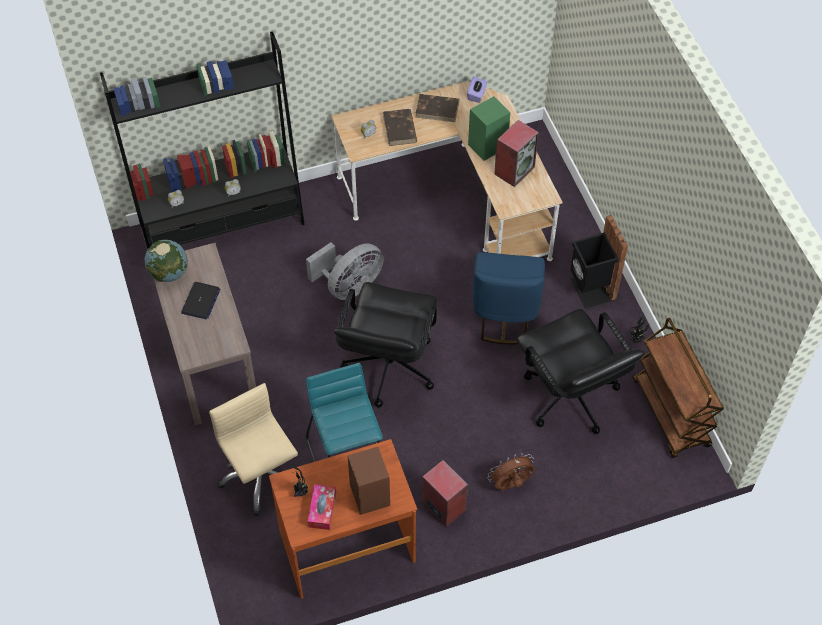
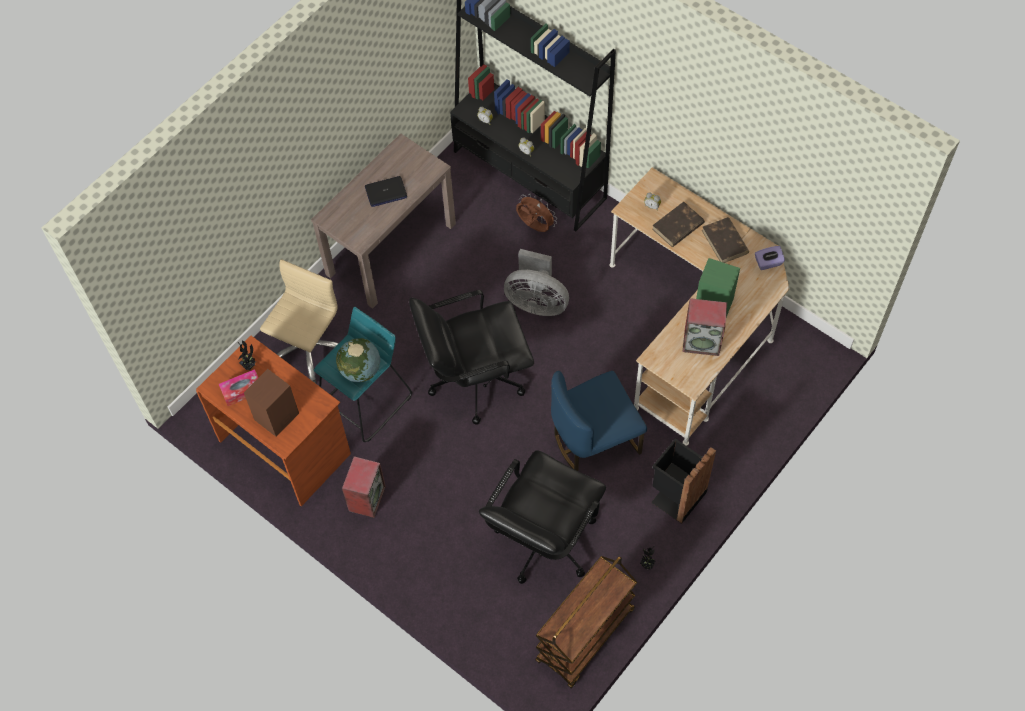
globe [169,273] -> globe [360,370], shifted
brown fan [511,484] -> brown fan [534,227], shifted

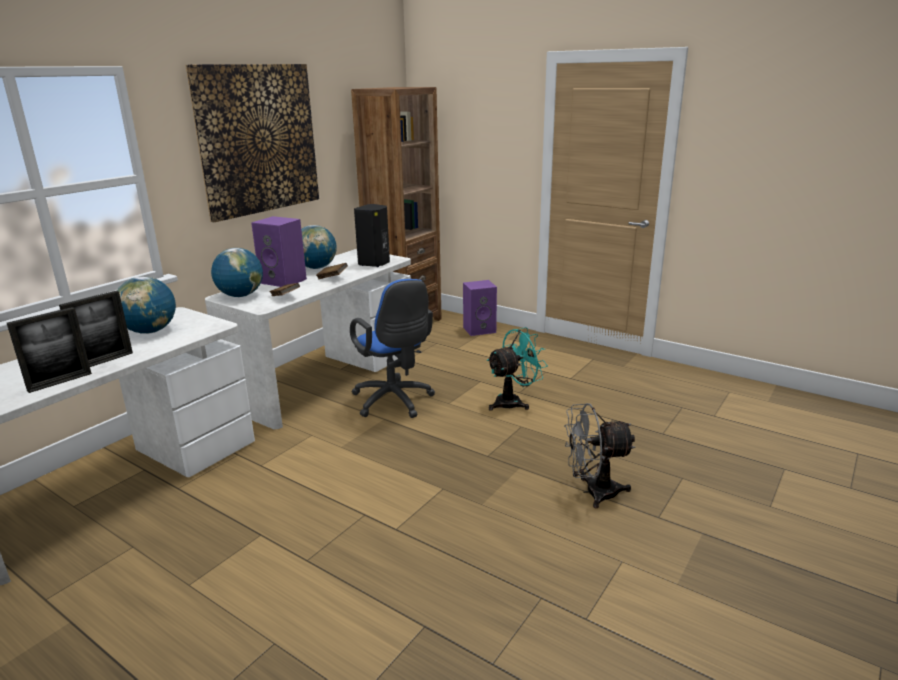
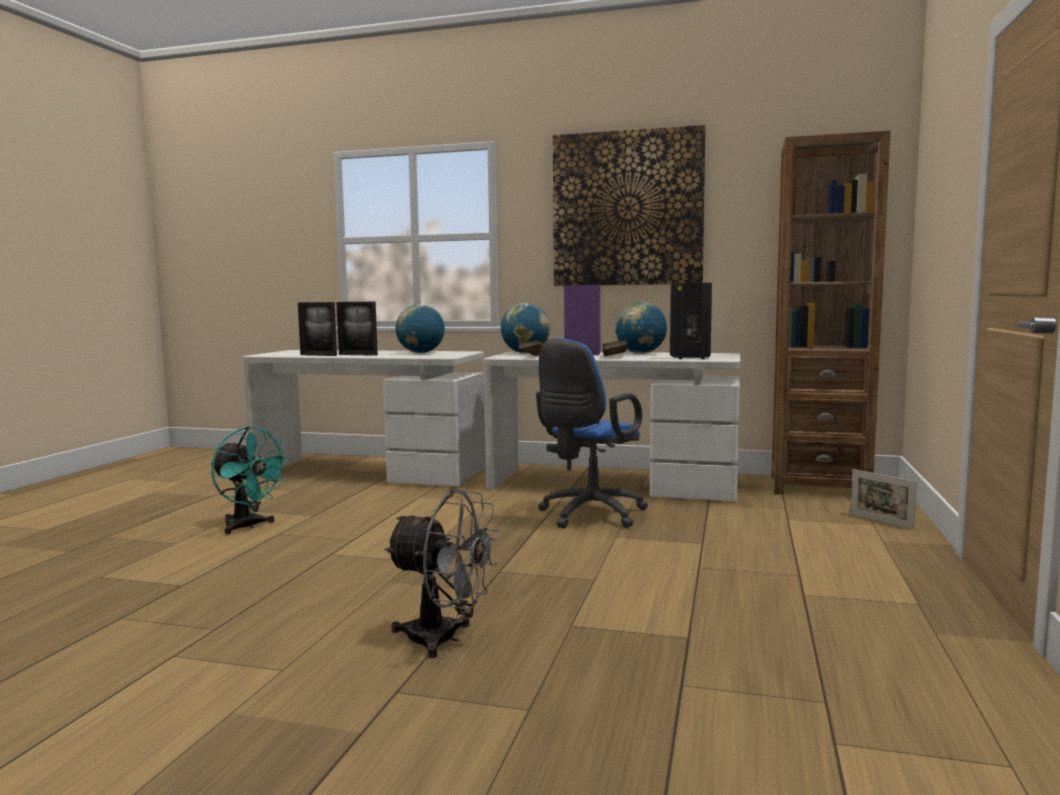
purple speaker [480,329] -> picture frame [881,521]
turquoise fan [513,402] -> turquoise fan [248,526], shifted
grey fan [593,492] -> grey fan [444,639], 135 degrees clockwise

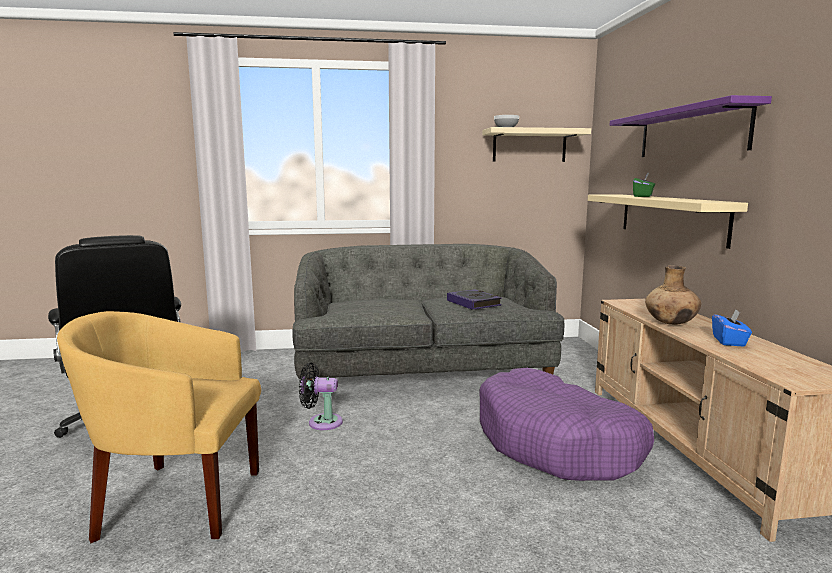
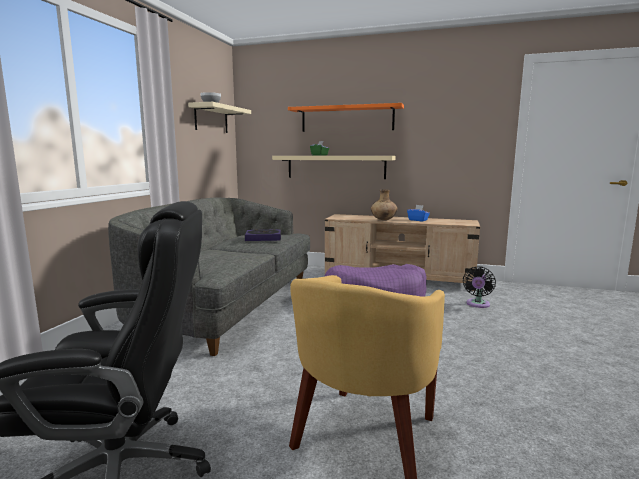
purple shelf [690,132] -> orange shelf [347,119]
black fan [321,422] -> black fan [477,304], shifted

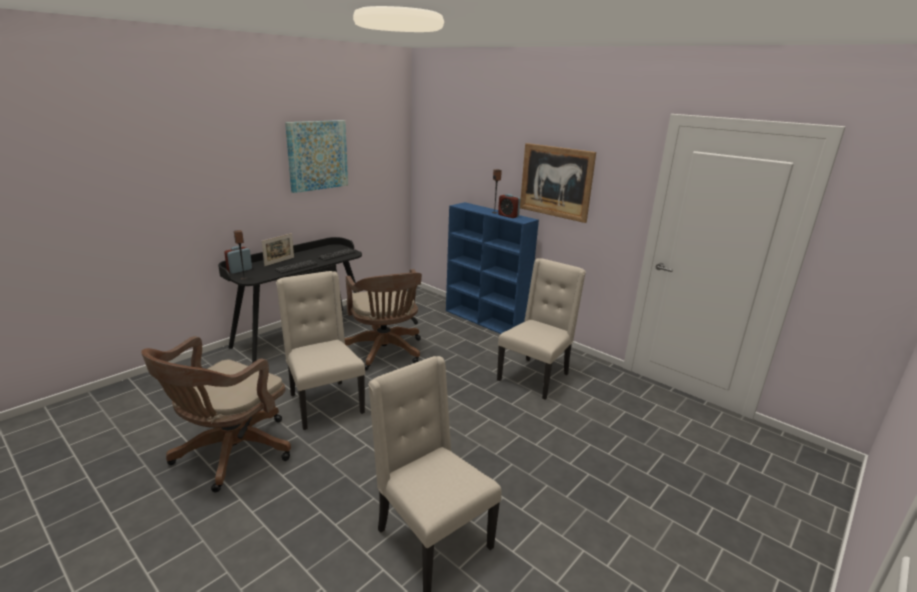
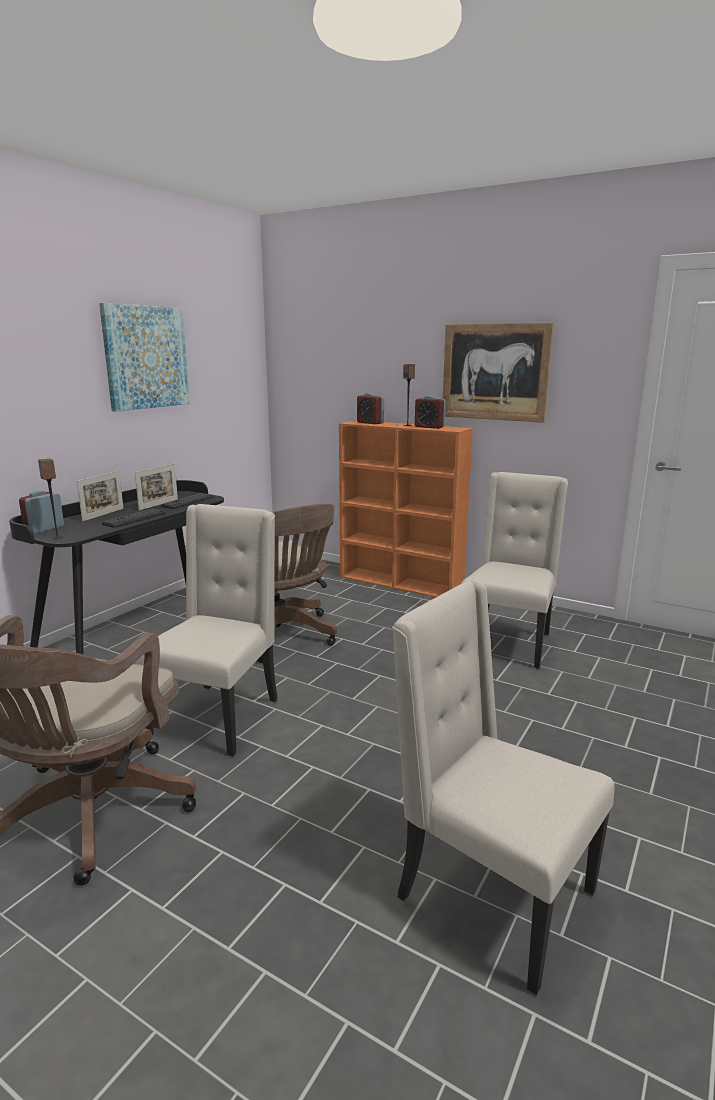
blue bookcase [486,321] -> orange bookcase [401,583]
beige chair [324,403] -> beige chair [218,716], 60 degrees clockwise
none -> alarm clock [370,423]
none -> picture frame [159,504]

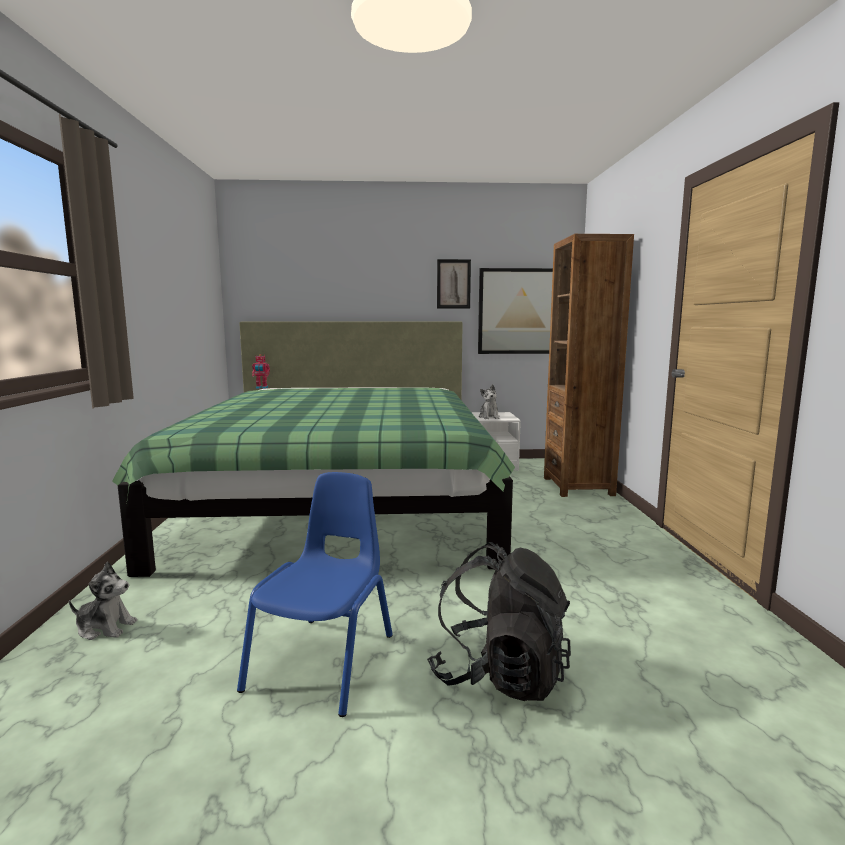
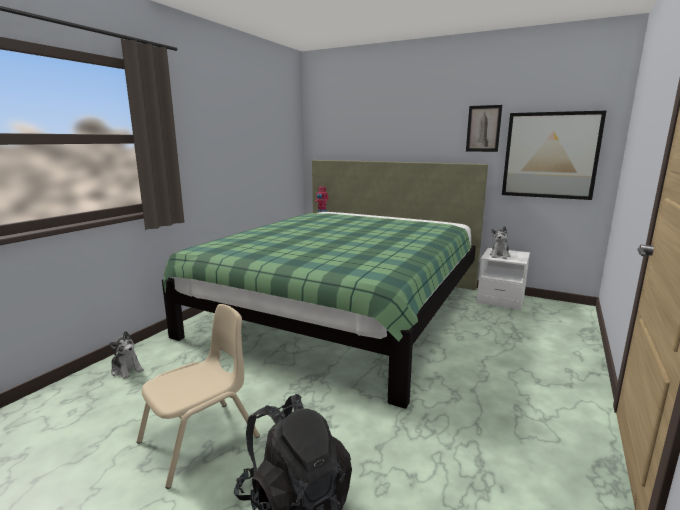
brown bookcase [578,486] -> none
blue chair [324,661] -> beige chair [200,440]

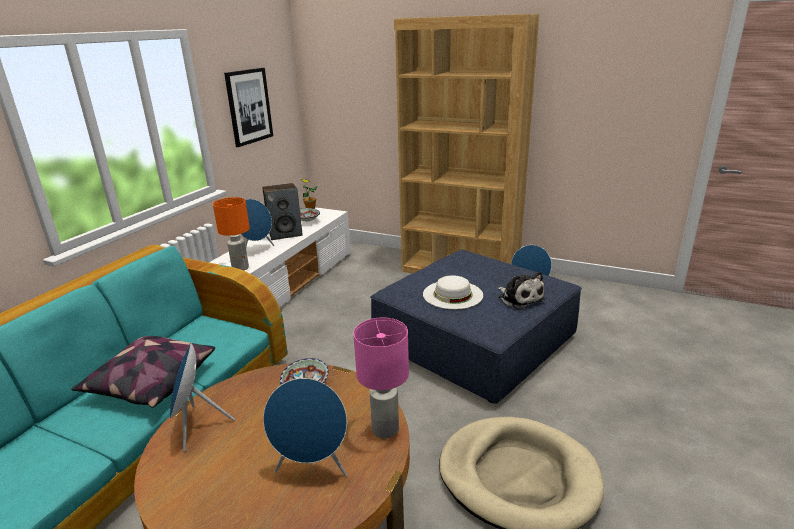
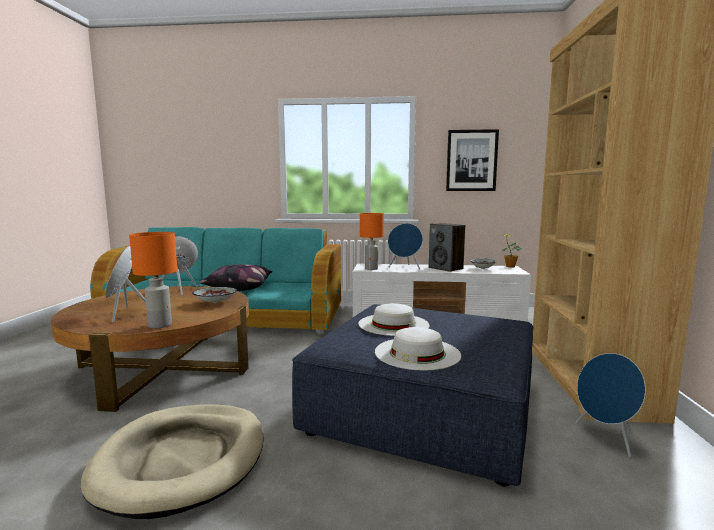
plush toy [519,298] -> white hat [417,353]
pink table lamp [385,430] -> orange table lamp [159,325]

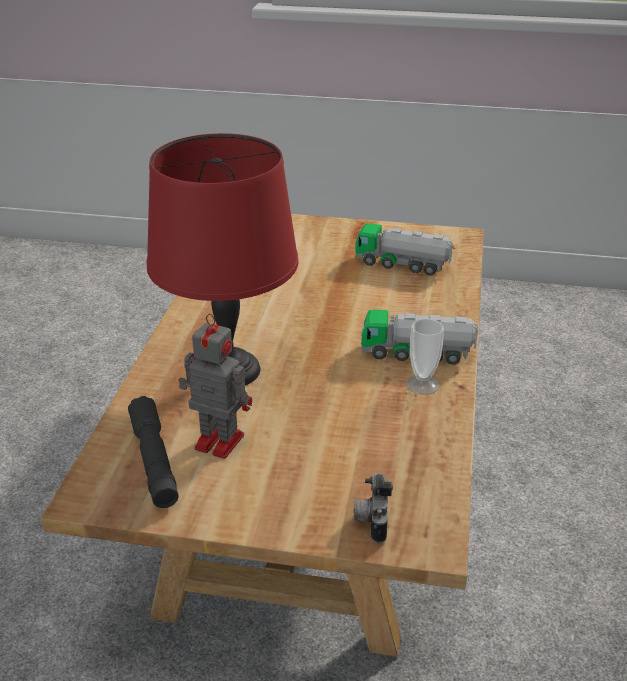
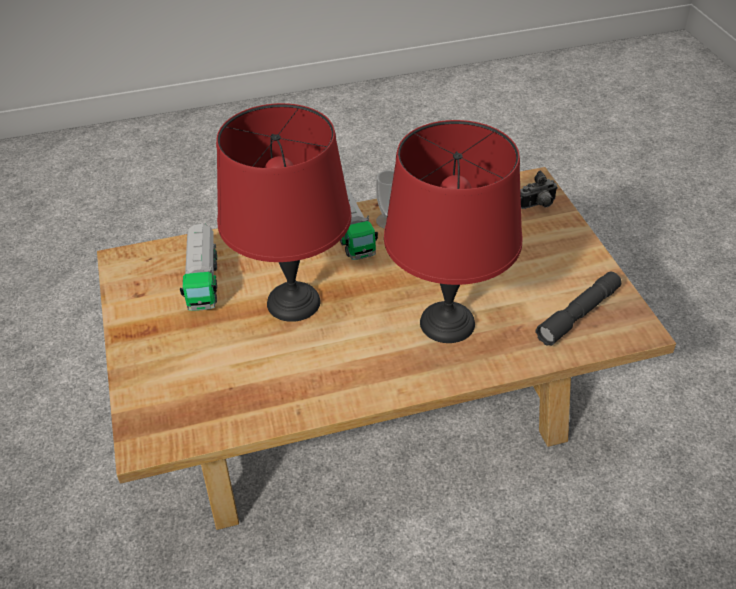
toy robot [217,441] -> none
none -> red table lamp [292,302]

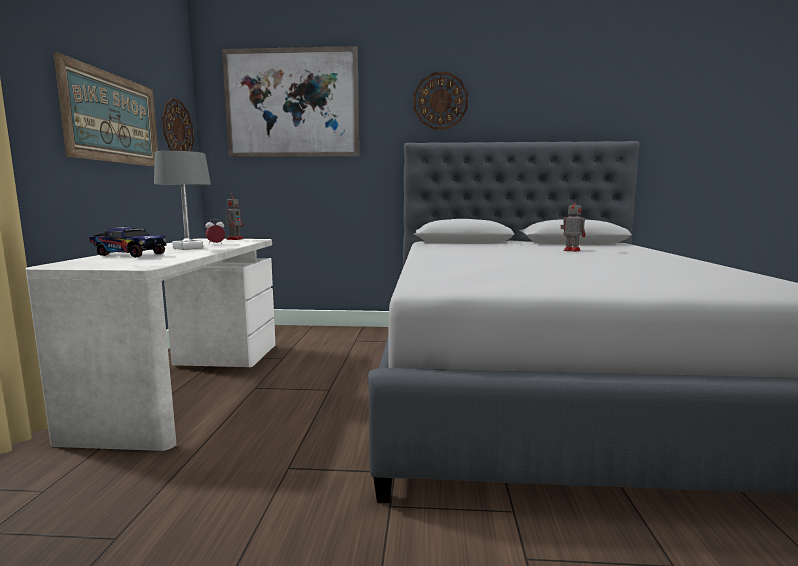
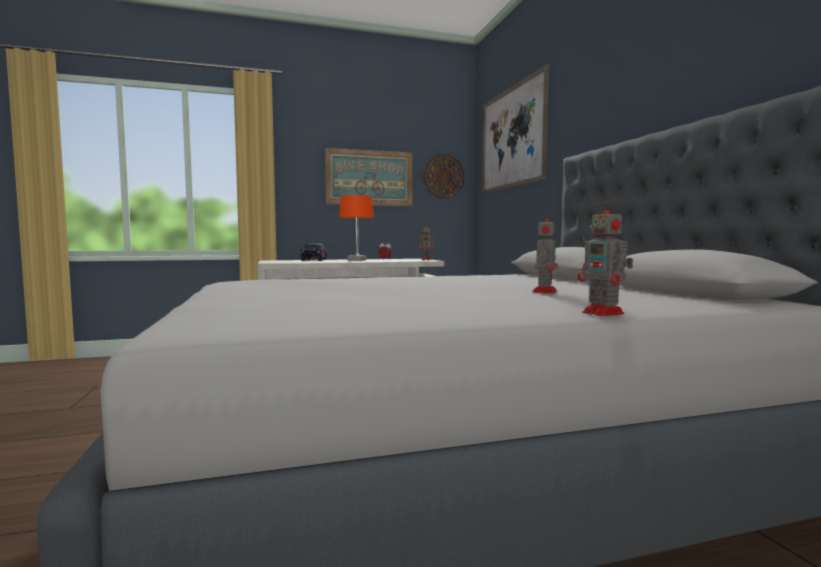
wall clock [440,101] -> none
grey table lamp [187,248] -> orange table lamp [356,260]
none -> toy robot [604,313]

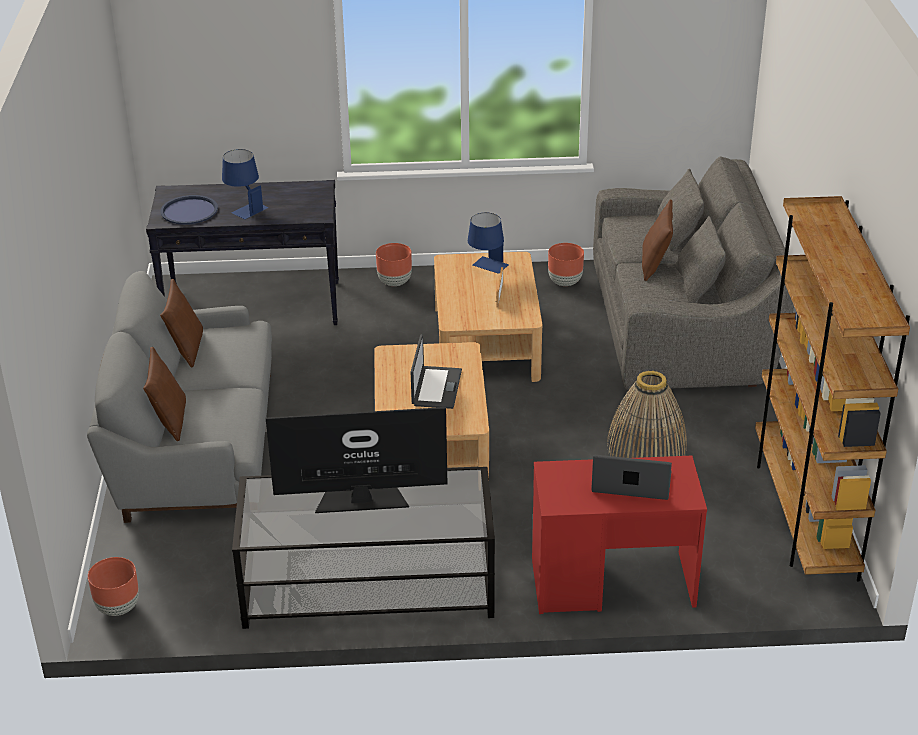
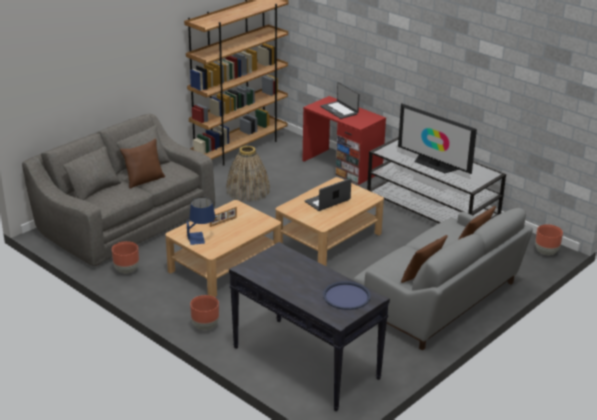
blue table lamp [244,208] -> none

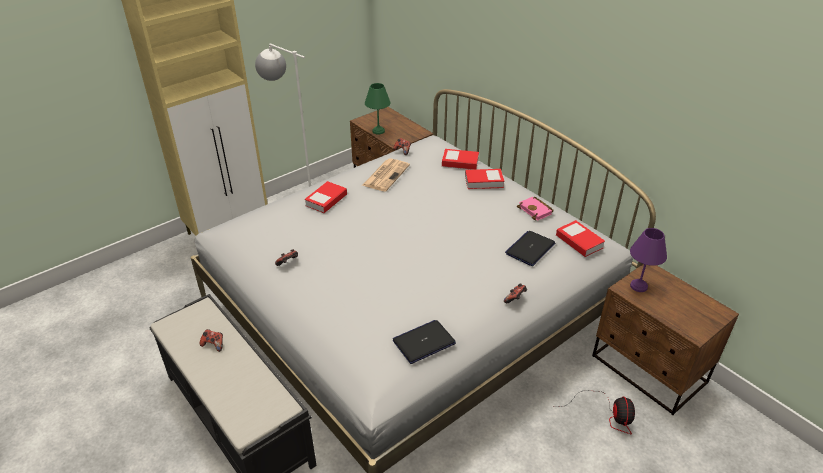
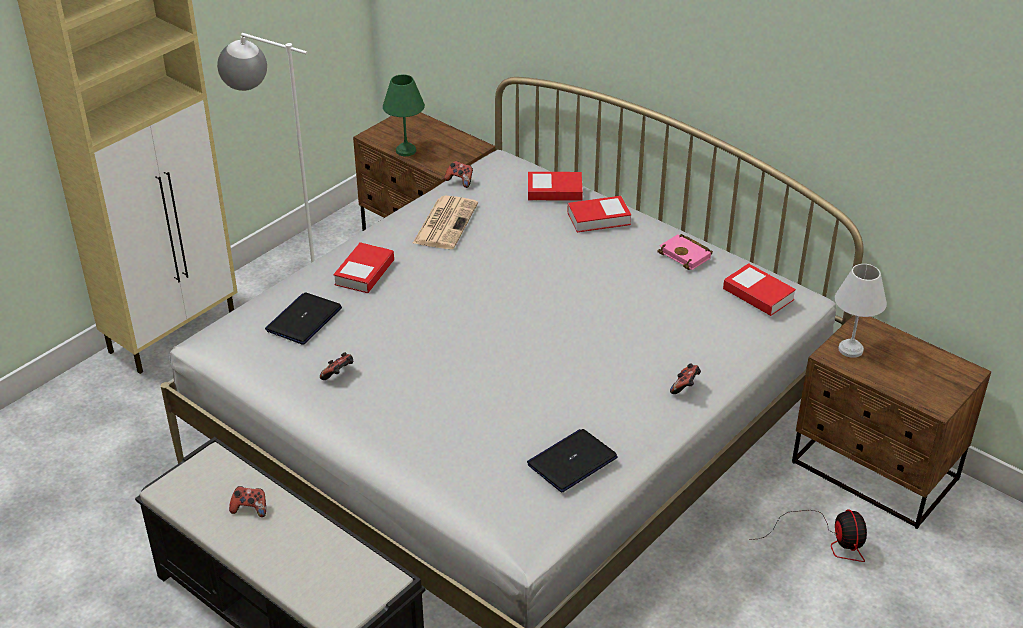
purple table lamp [637,286] -> white table lamp [849,349]
laptop [530,249] -> laptop [304,319], shifted

